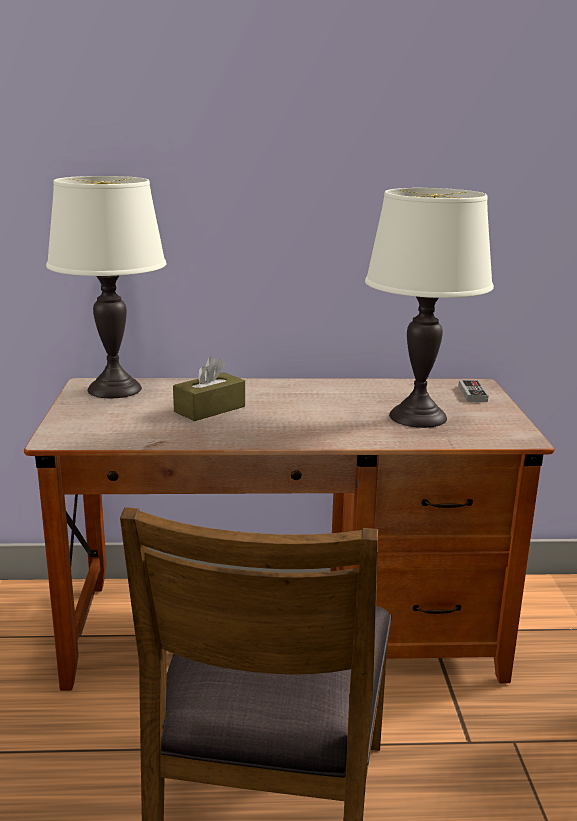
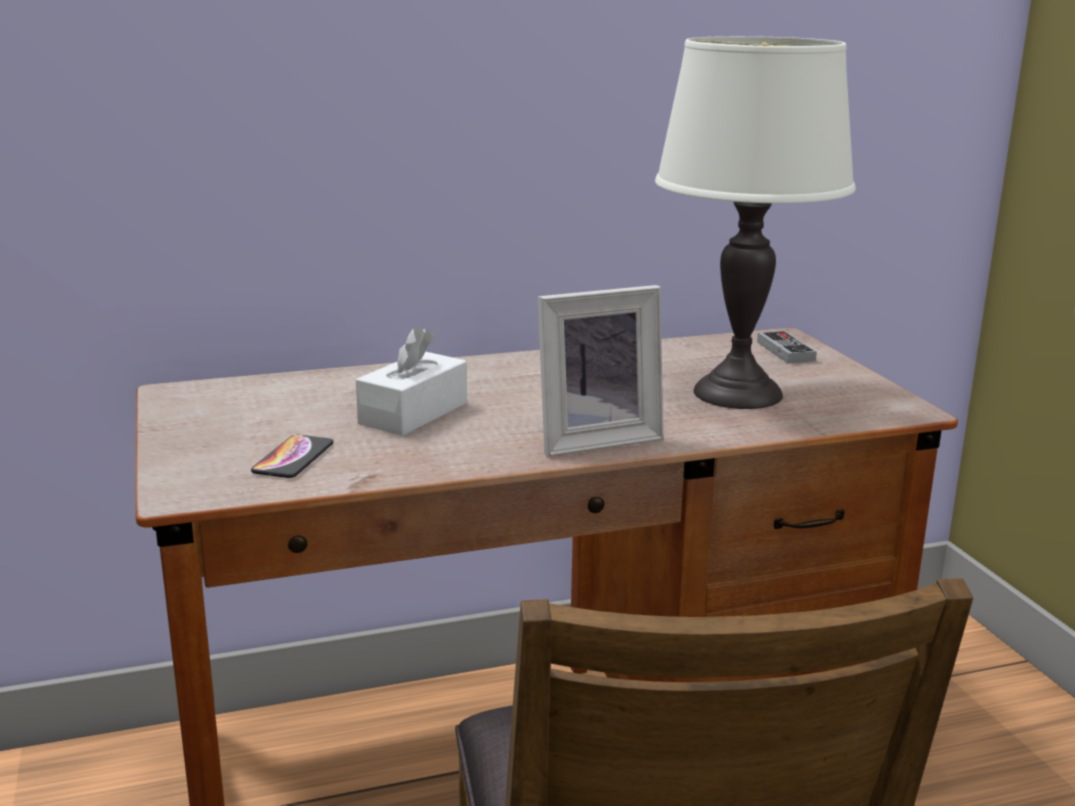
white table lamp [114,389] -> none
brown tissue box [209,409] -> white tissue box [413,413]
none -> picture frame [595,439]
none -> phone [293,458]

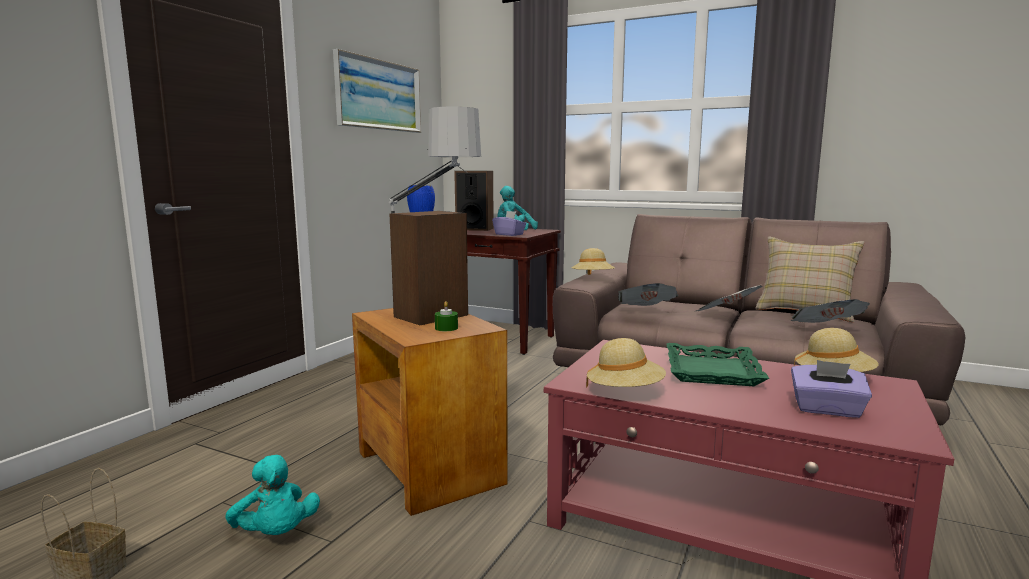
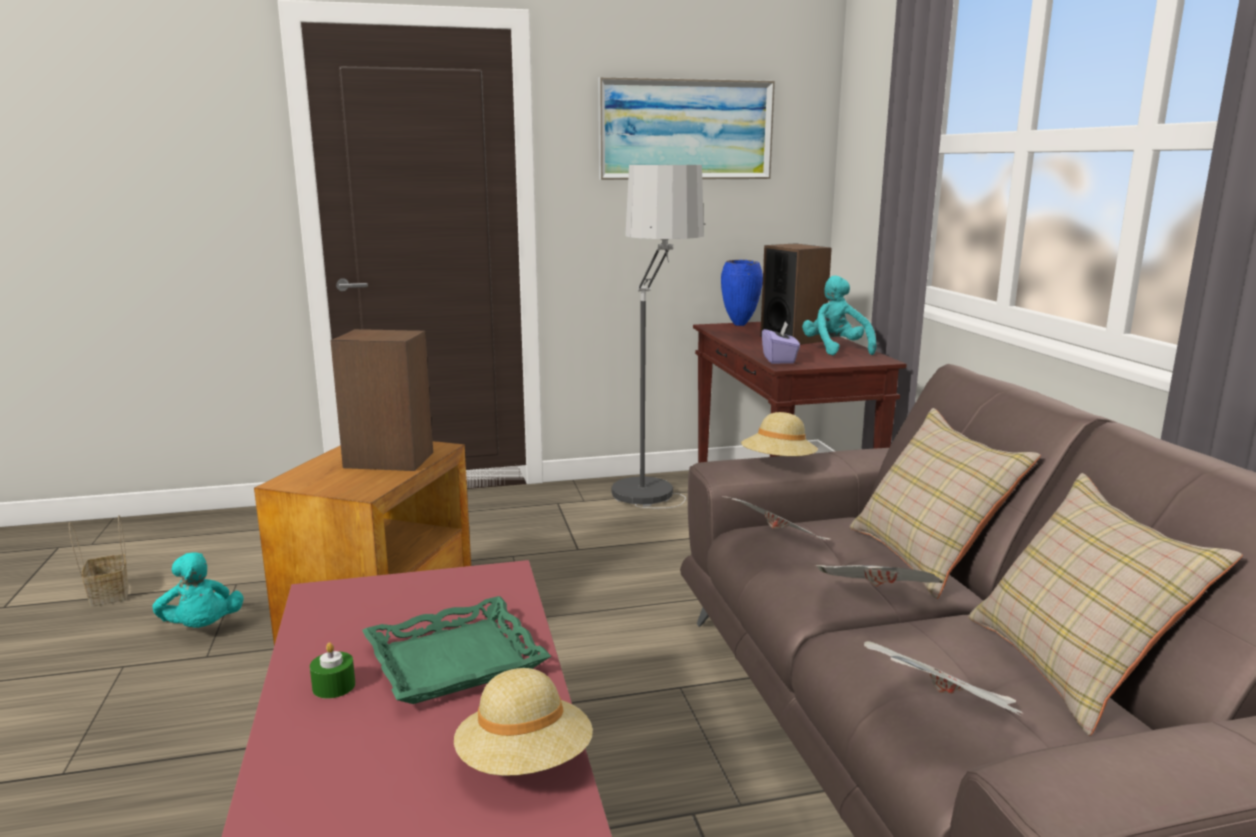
green candle [446,328] -> green candle [334,686], shifted
beige hat [625,392] -> none
purple tissue box [827,409] -> none
turquoise plush toy [276,534] -> turquoise plush toy [202,628], 45 degrees counterclockwise
none -> beige pillow [927,557]

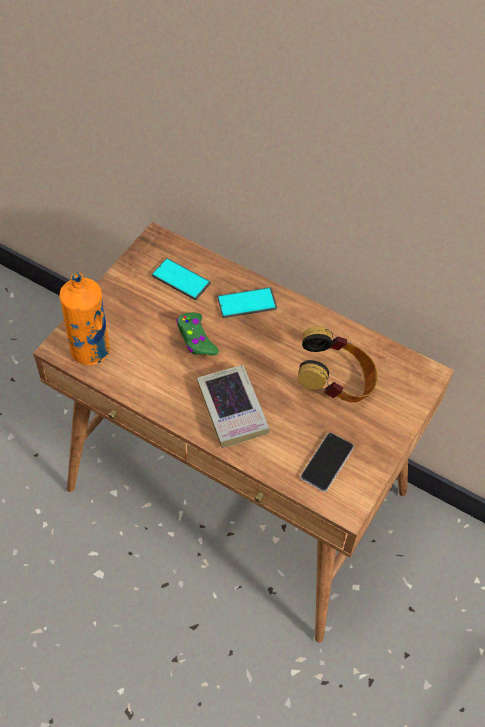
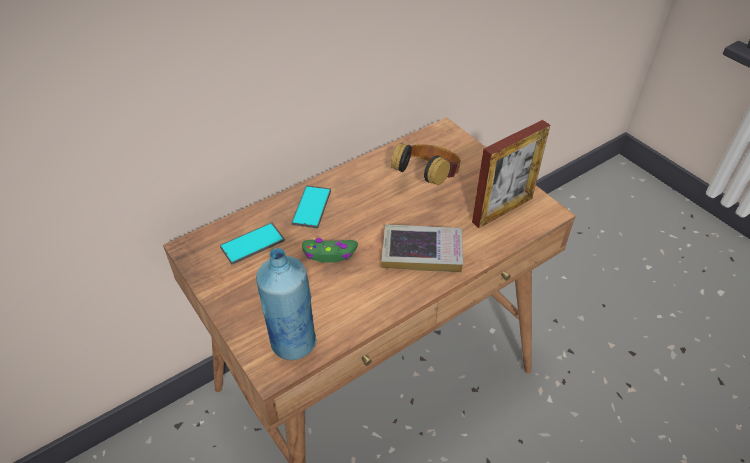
orange bottle [91,350] -> blue bottle [293,342]
phone [327,462] -> picture frame [502,210]

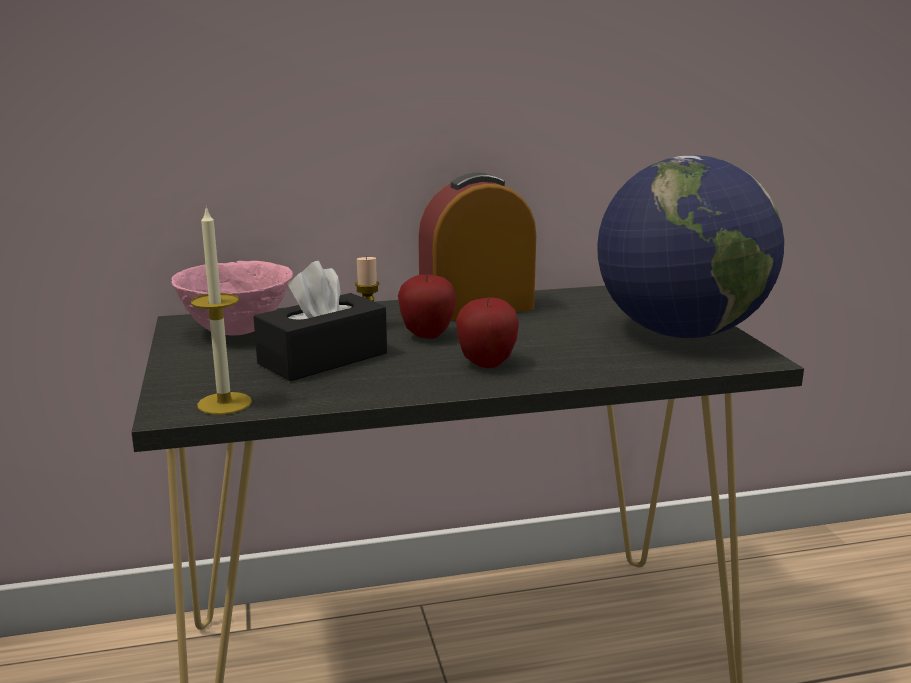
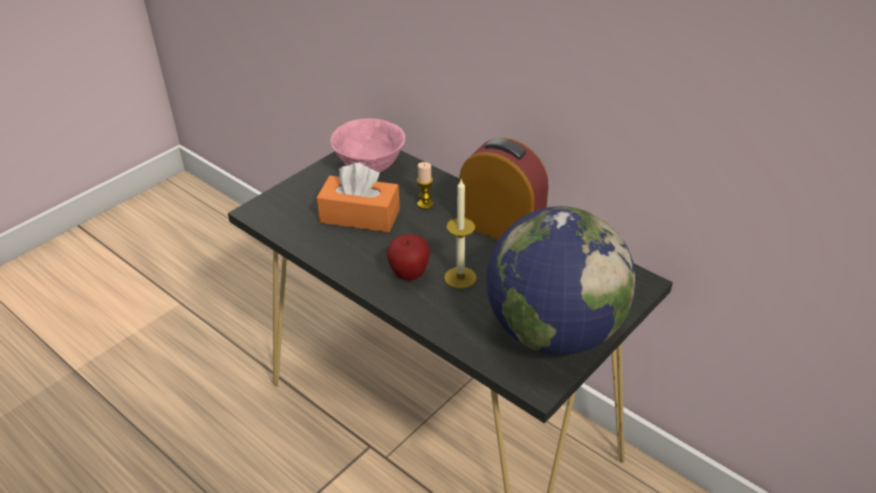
candle [224,403] -> candle [460,277], shifted
black tissue box [323,358] -> orange tissue box [360,216]
apple [427,336] -> none

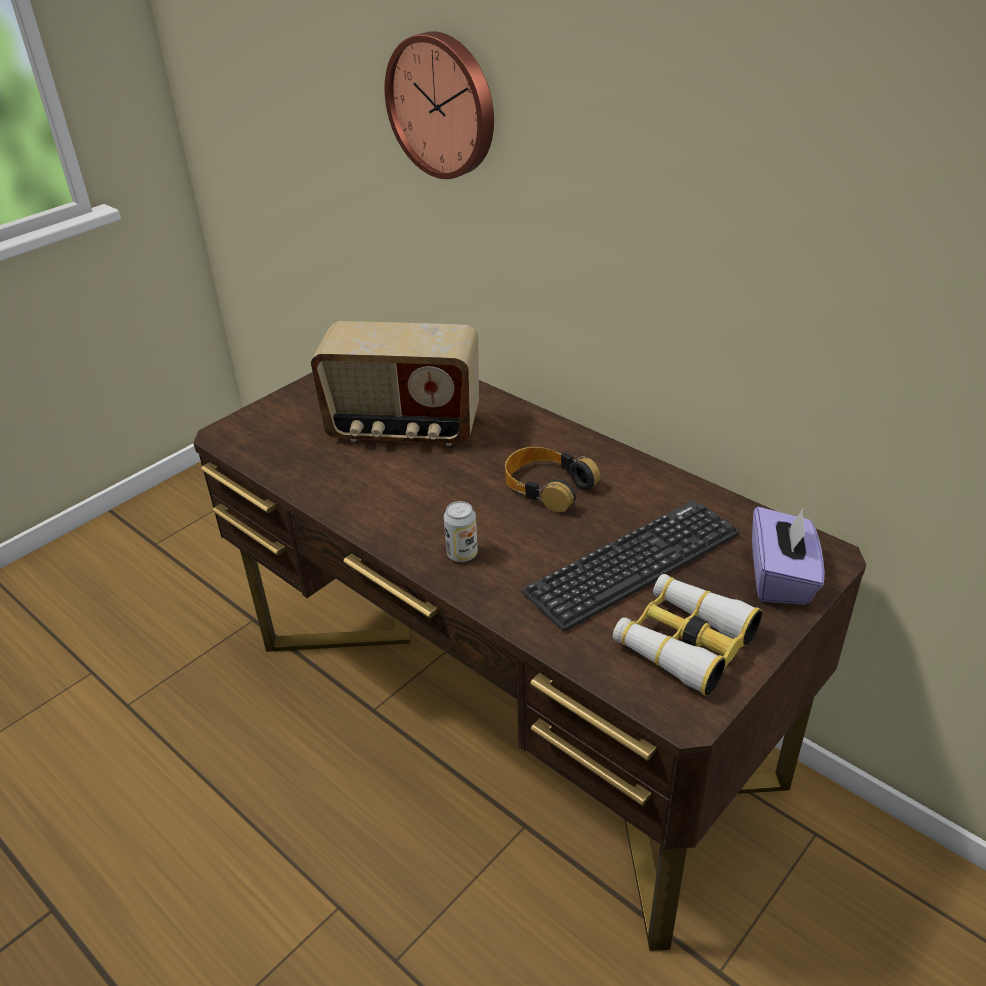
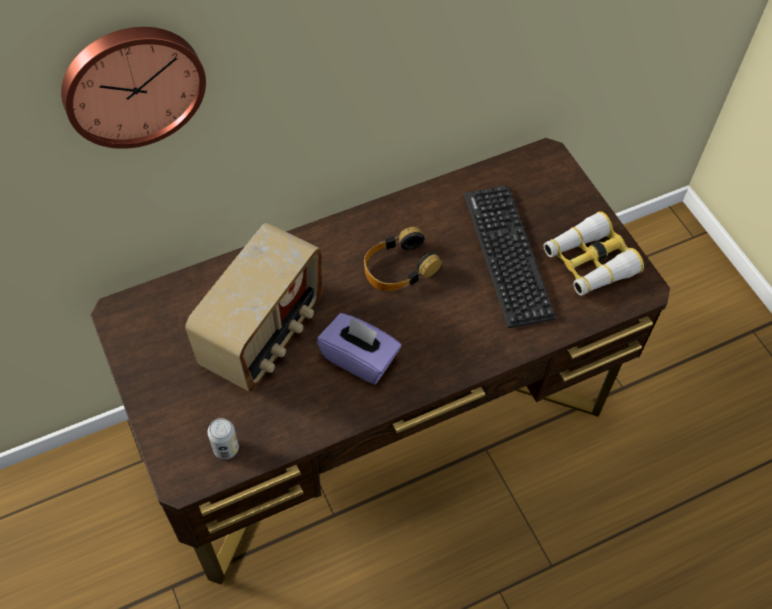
can [462,554] -> can [226,448], shifted
purple tissue box [781,578] -> purple tissue box [359,358], shifted

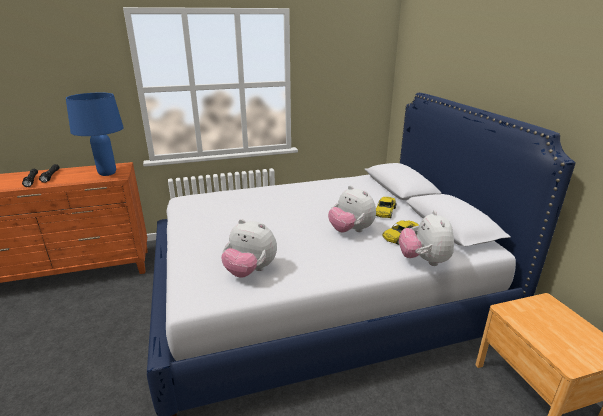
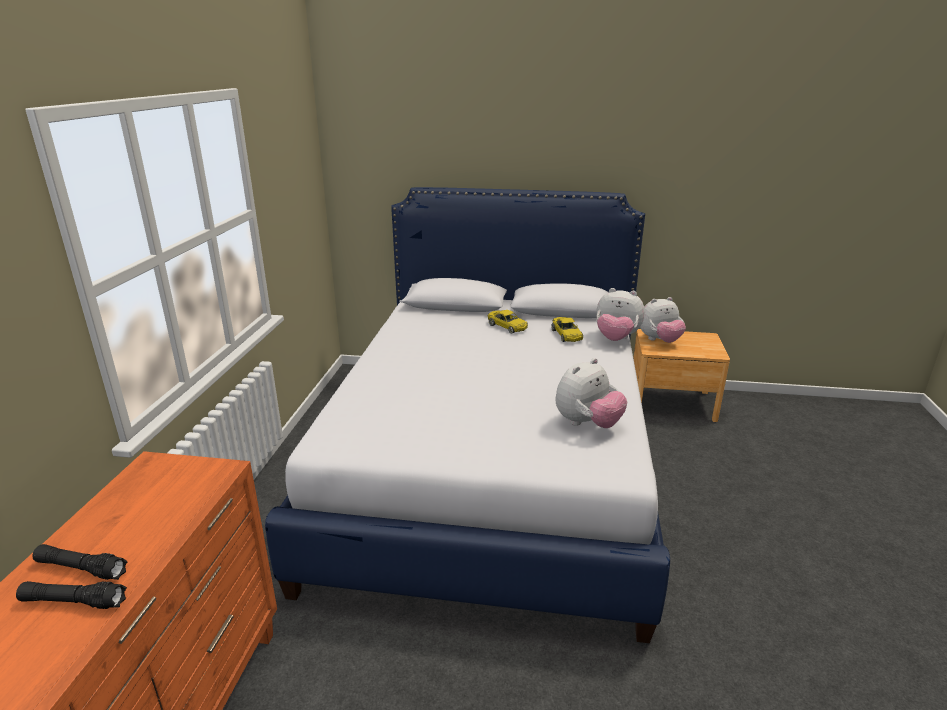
blue table lamp [108,173] -> none
plush toy [351,231] -> plush toy [659,341], shifted

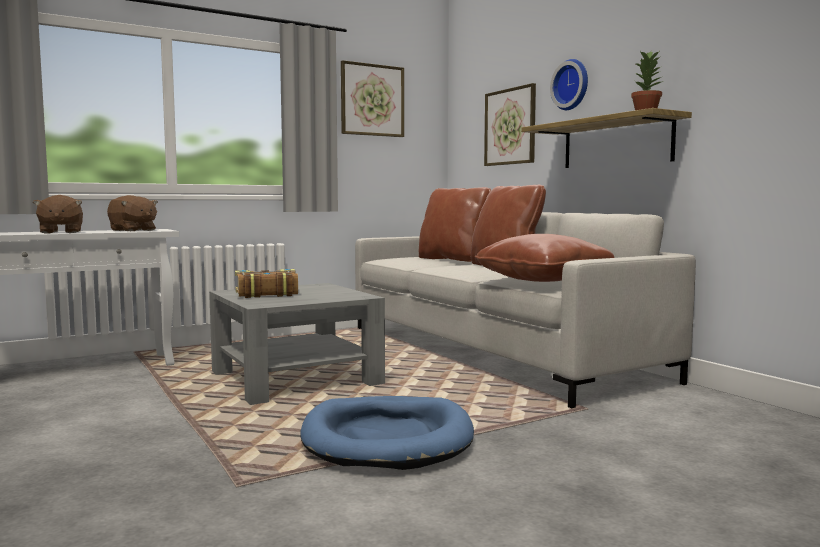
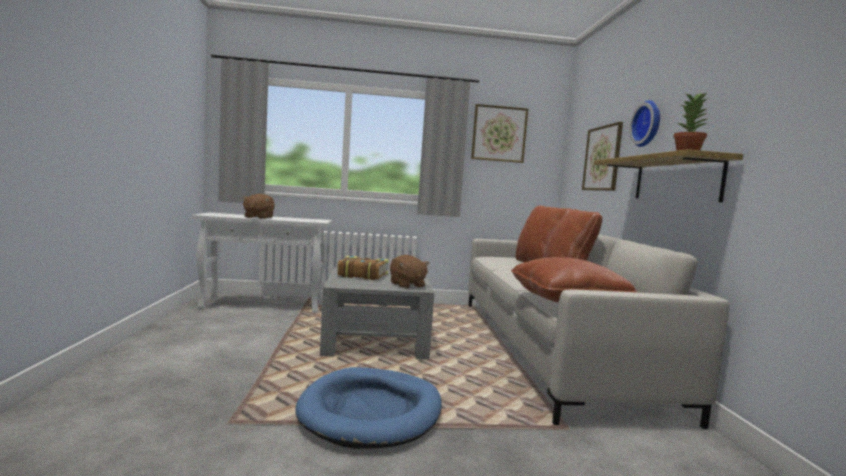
brown plush toy [132,230] -> brown plush toy [407,285], shifted

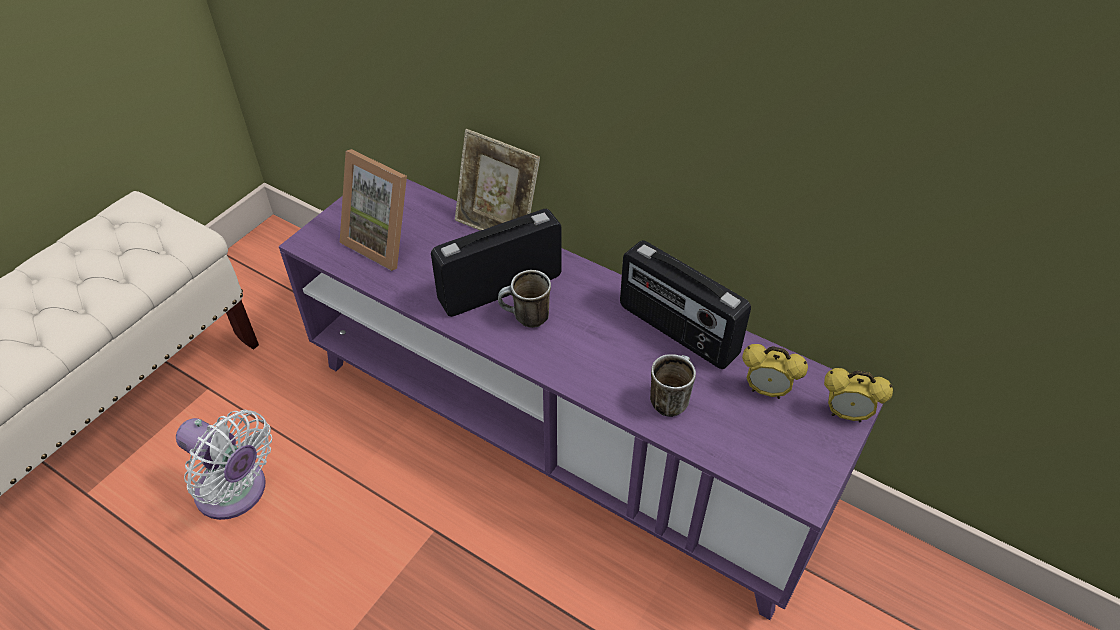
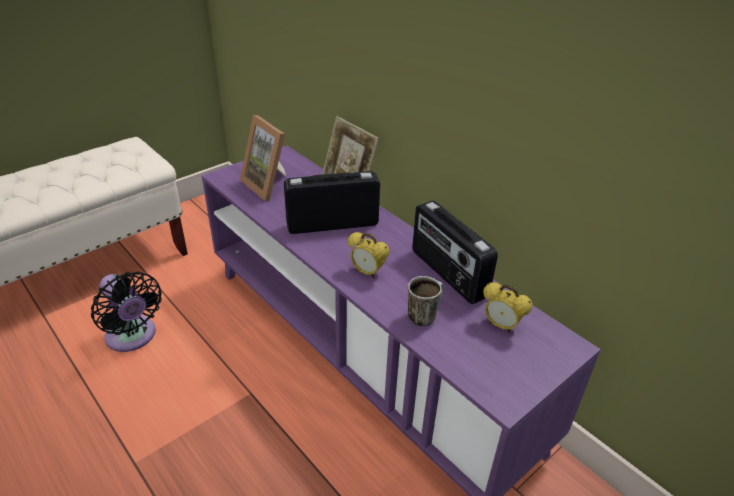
mug [525,319] -> none
alarm clock [846,414] -> alarm clock [367,272], shifted
white fan [236,493] -> black fan [133,337]

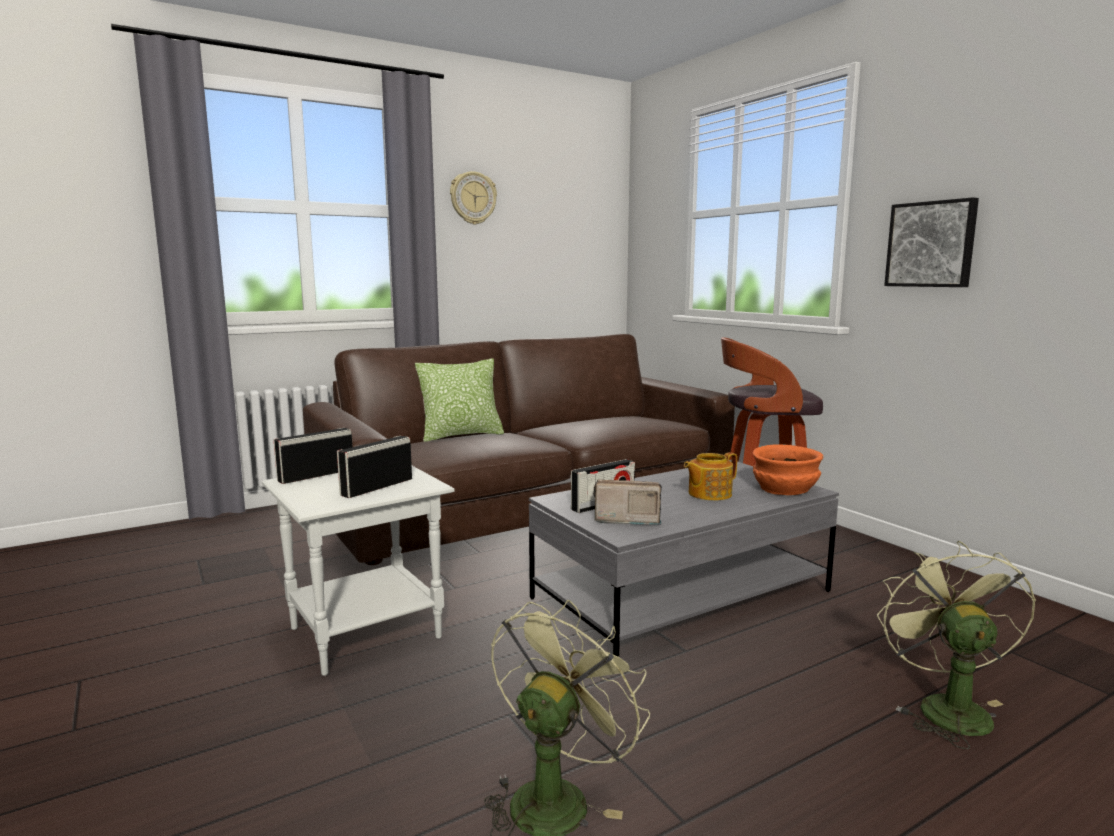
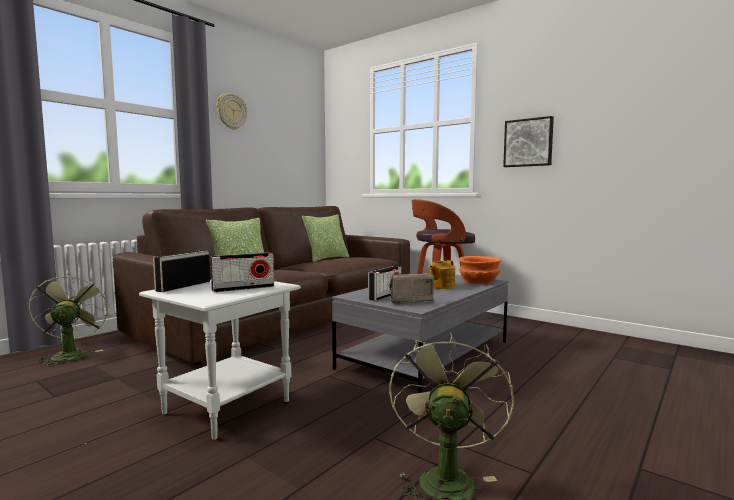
radio [377,487] -> radio [243,288], 135 degrees counterclockwise
green fan [945,707] -> green fan [70,355], shifted
none -> pillow [327,258]

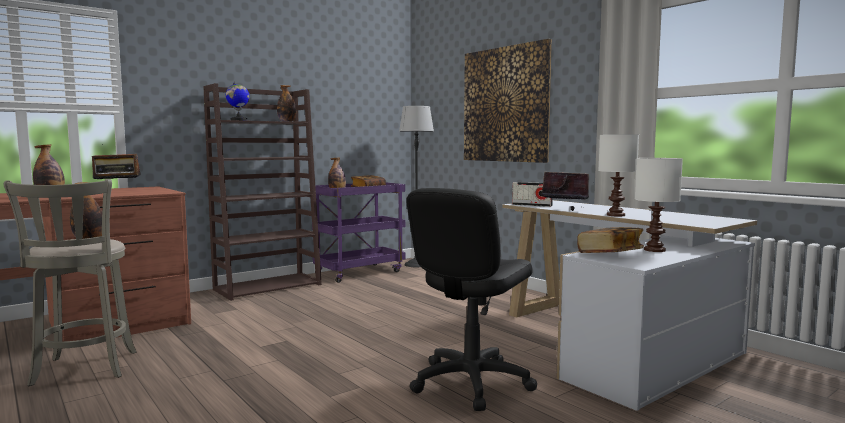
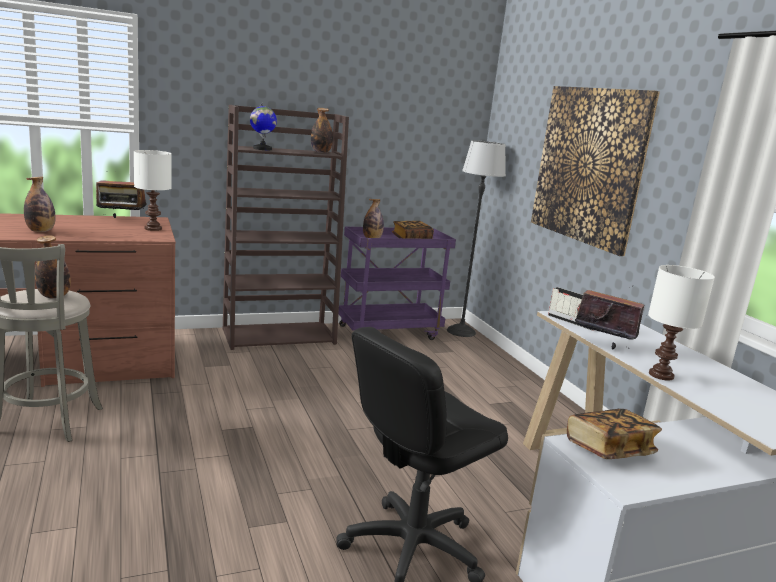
white table lamp [655,250] -> white table lamp [153,229], shifted

